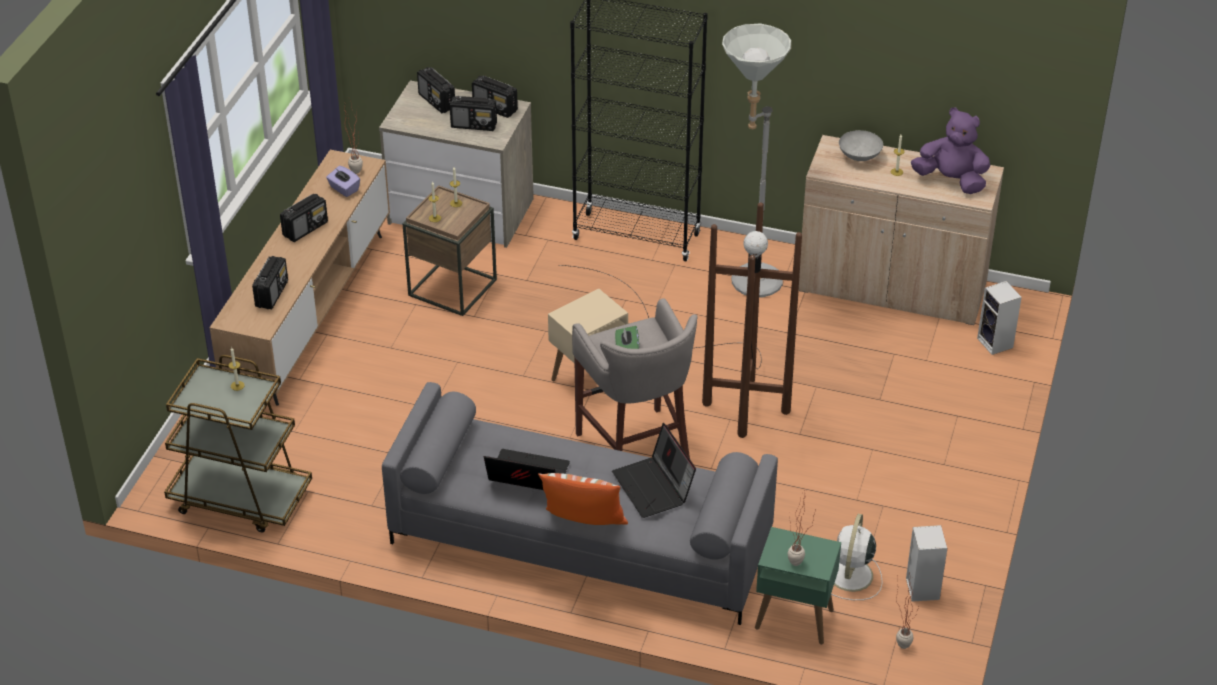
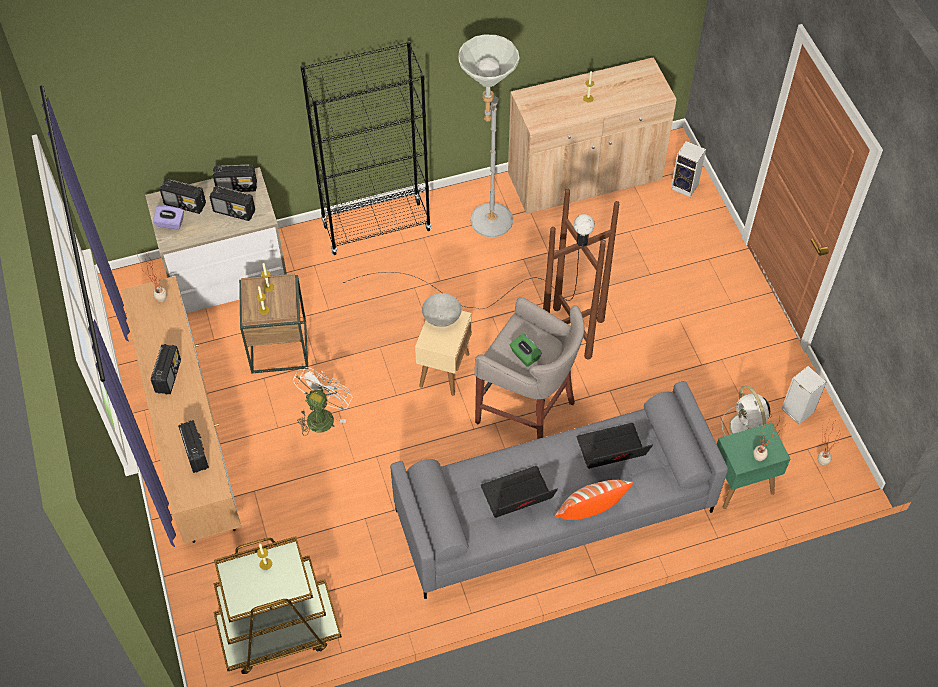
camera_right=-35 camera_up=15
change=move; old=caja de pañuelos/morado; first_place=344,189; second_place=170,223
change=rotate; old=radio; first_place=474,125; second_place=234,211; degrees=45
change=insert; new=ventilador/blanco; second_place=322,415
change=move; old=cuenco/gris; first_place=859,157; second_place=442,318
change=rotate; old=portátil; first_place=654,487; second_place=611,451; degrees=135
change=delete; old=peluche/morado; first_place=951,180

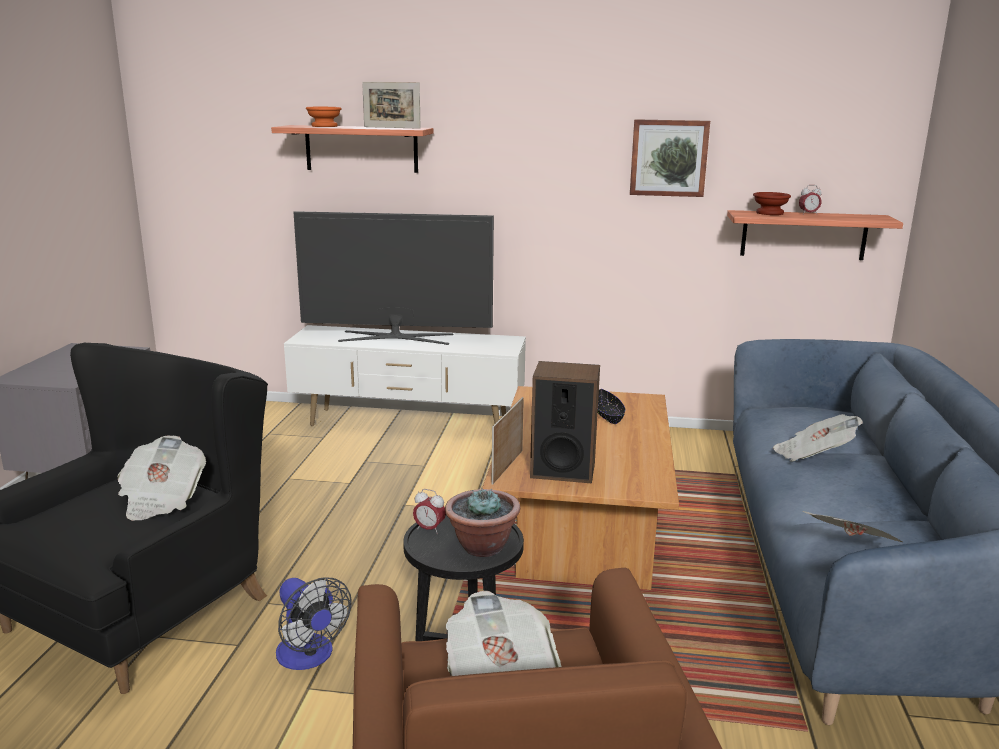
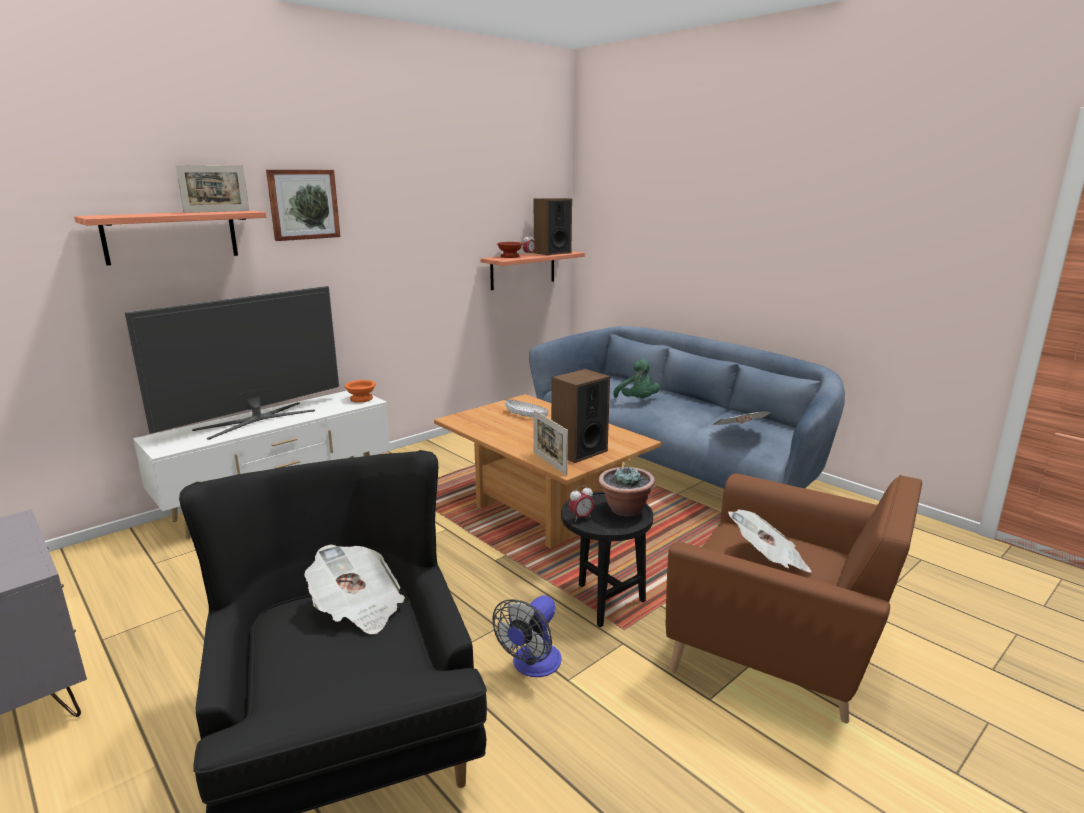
camera_right=-50 camera_up=0
change=move; old=cuadro; first_place=668,158; second_place=303,204
change=move; old=cuenco/naranja; first_place=324,126; second_place=360,399
change=rotate; old=ventilador; first_place=309,657; second_place=532,666; degrees=120
change=recolor; old=cuenco/negro; new=cuenco/blanco; first_place=608,415; second_place=526,415
change=insert; new=altavoz; second_place=552,253
change=replace; old=periódico; new=peluche/verde; first_place=813,456; second_place=637,401

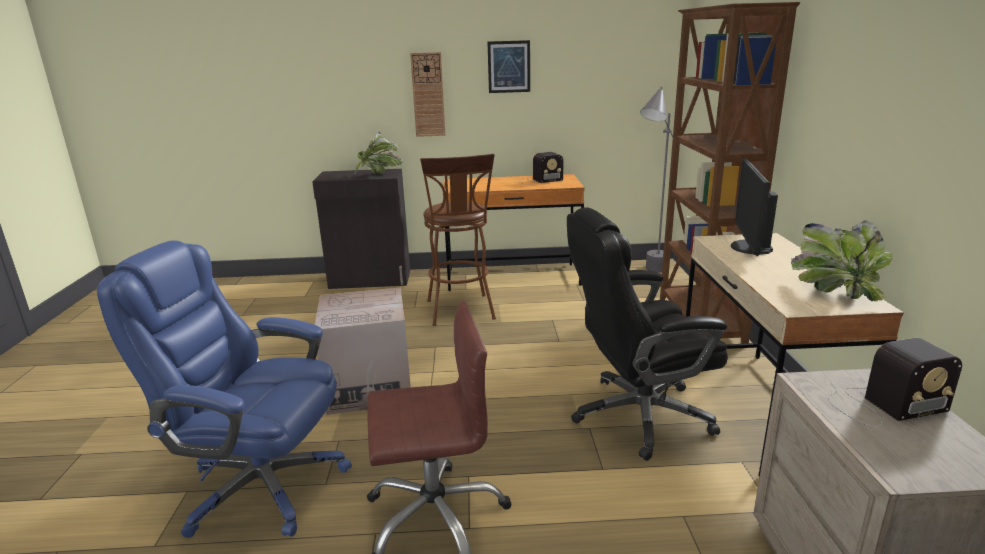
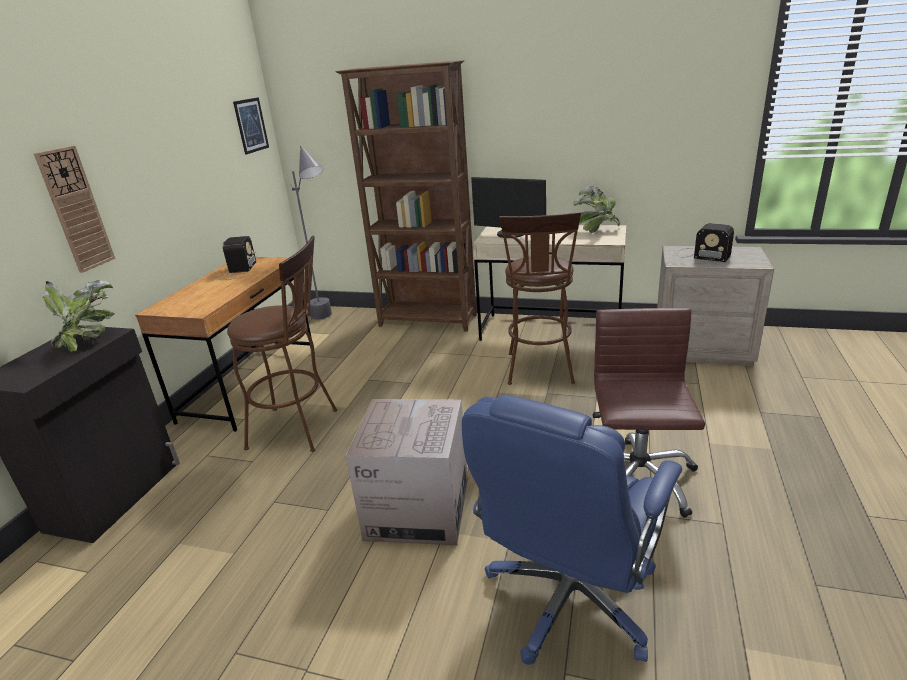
camera_right=-70 camera_up=5
change=move; old=cuadro; first_place=509,67; second_place=251,125
change=replace; old=silla de oficina/negro; new=taburete/marrón; first_place=638,416; second_place=540,371
change=rotate; old=radio; first_place=882,405; second_place=701,255; degrees=120

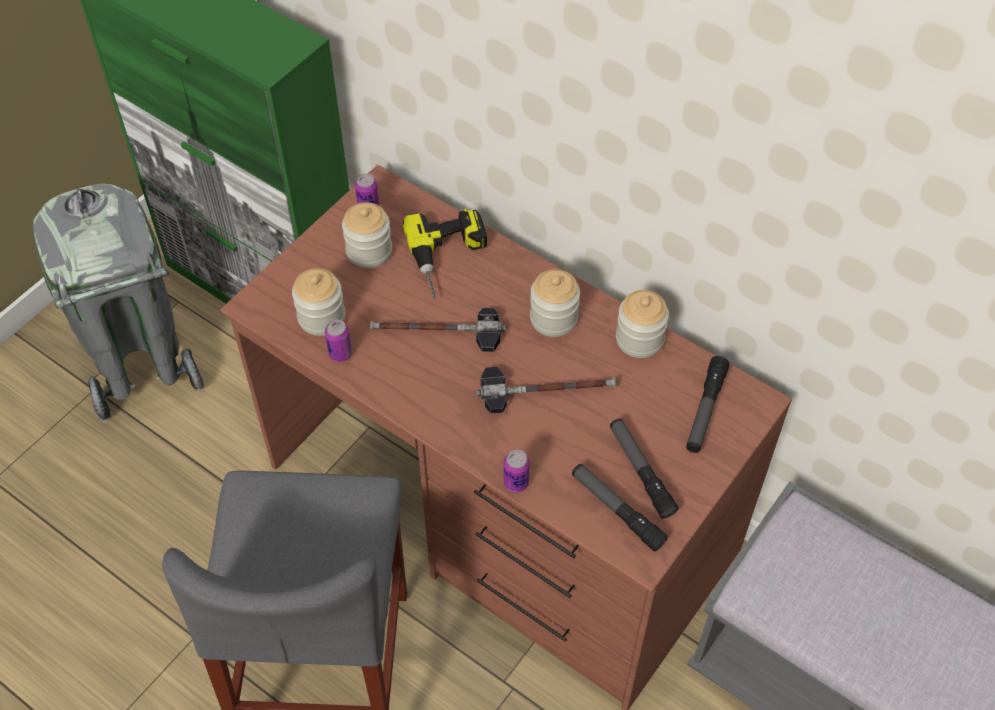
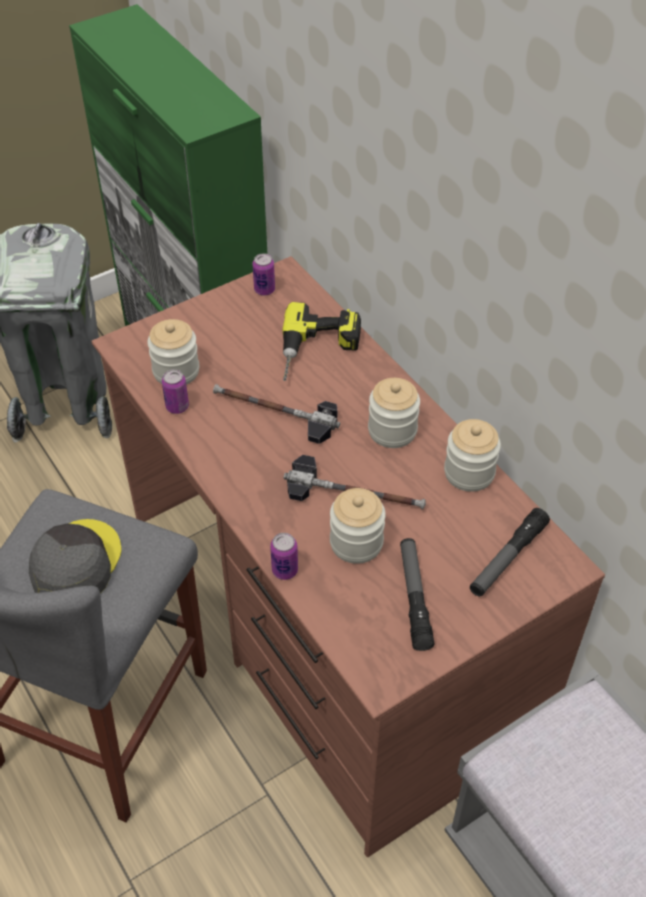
camera_right=20 camera_up=-5
change=insert; new=gorra/gris; second_place=76,564
change=move; old=tarro; first_place=369,251; second_place=356,542
change=delete; old=linterna; first_place=617,510

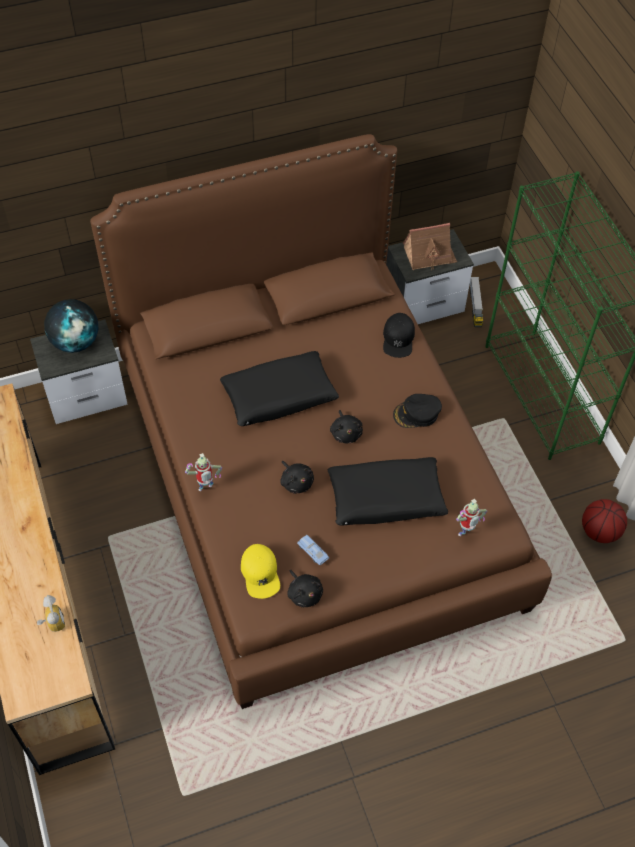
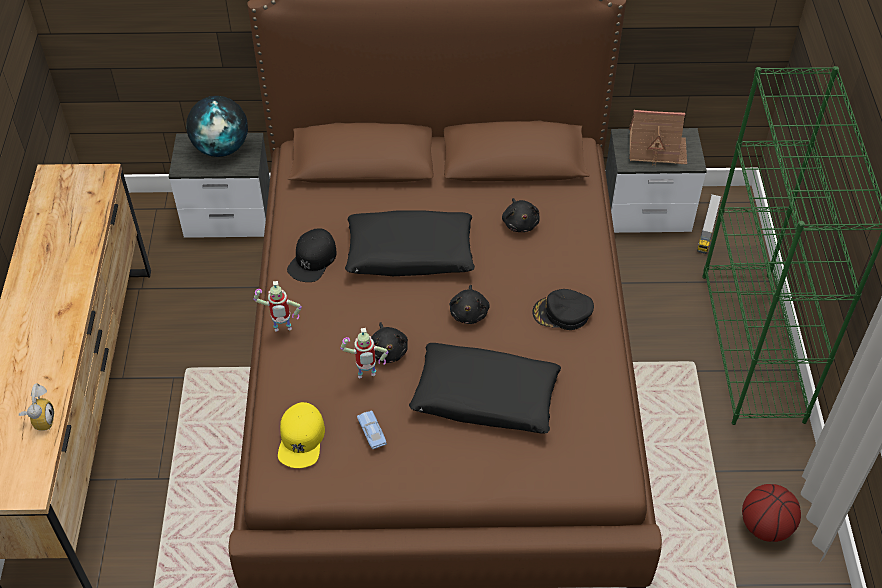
camera_right=20 camera_up=-5
change=move; old=gorra/negro; first_place=398,338; second_place=312,260
change=move; old=robot de juguete; first_place=465,534; second_place=366,377
change=move; old=peluche/negro; first_place=304,593; second_place=520,223

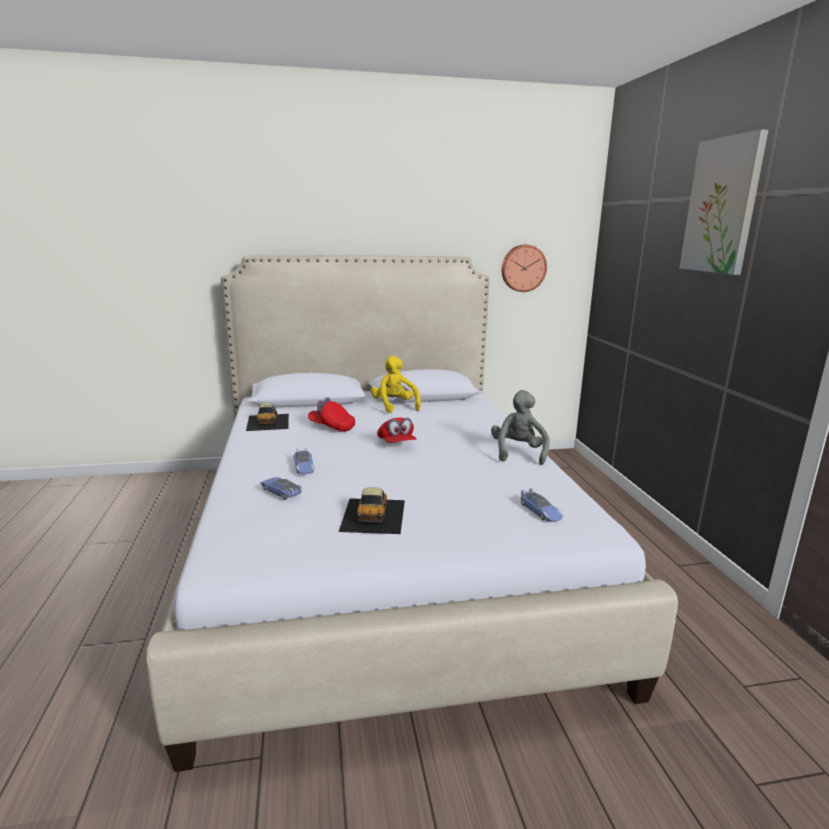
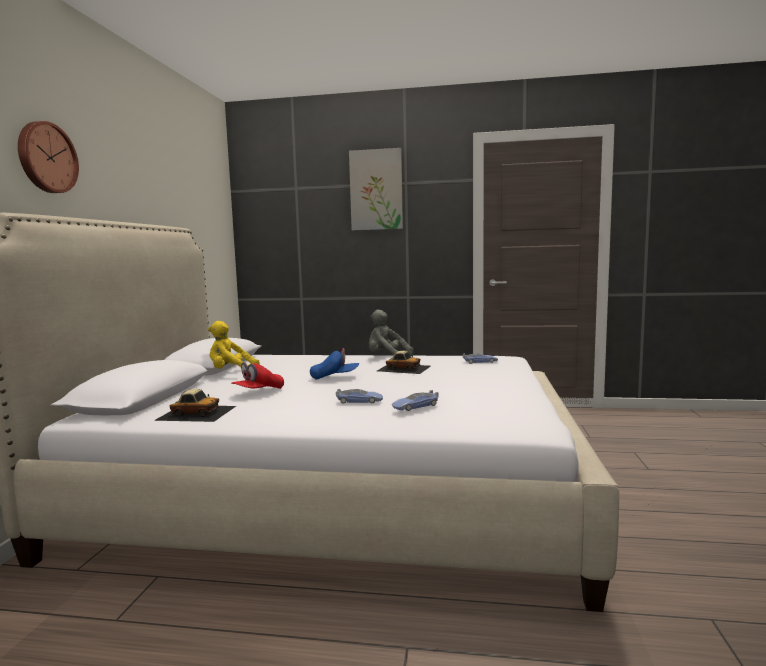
camera_right=-70 camera_up=-10
change=move; old=reloj de pared; first_place=523,268; second_place=46,158
change=recolor; old=gorra/rojo; new=gorra/azul; first_place=396,444; second_place=334,377
change=move; old=coche de juguete; first_place=374,515; second_place=403,368

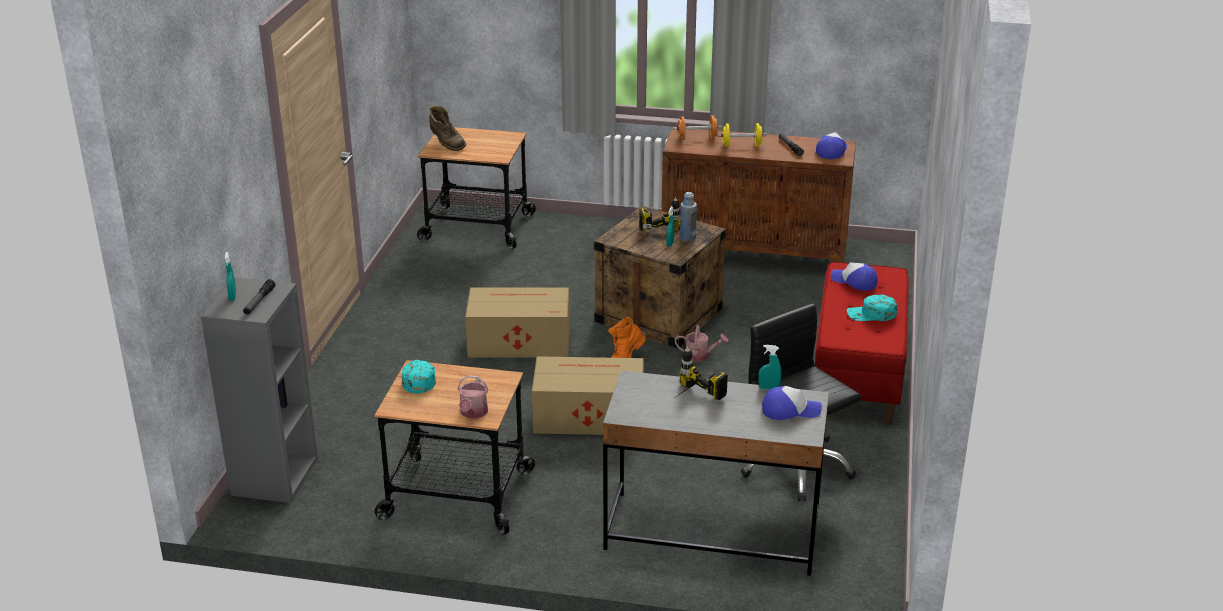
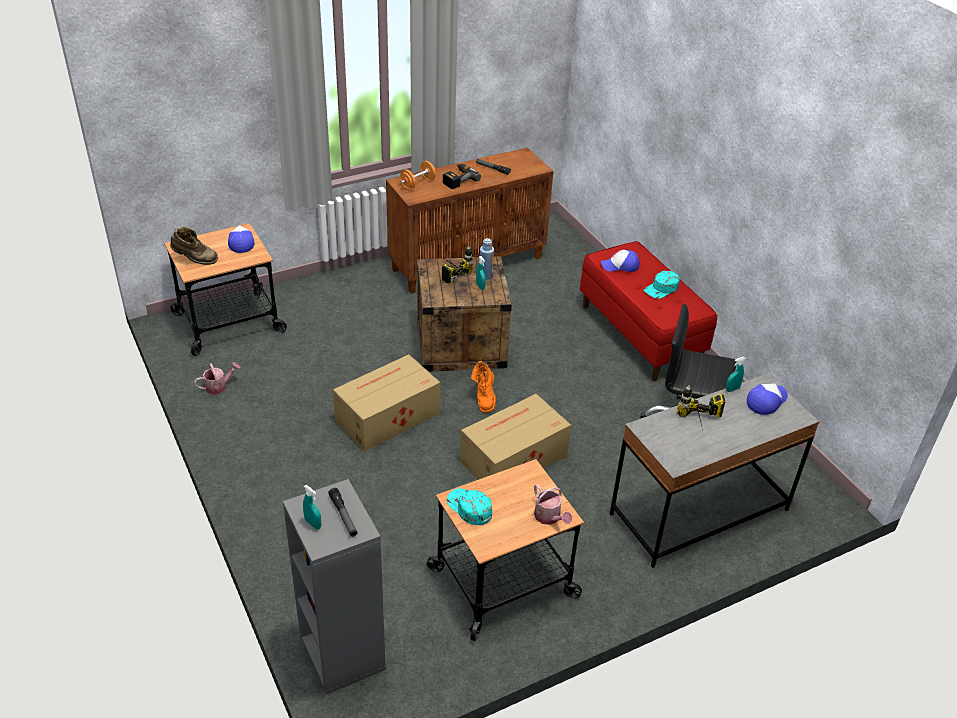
camera_right=-40 camera_up=10
change=move; old=regadera; first_place=700,356; second_place=219,387
change=move; old=gorra; first_place=832,151; second_place=241,242
change=replace; old=mancuerna/amarillo; new=taladro; first_place=741,145; second_place=458,179

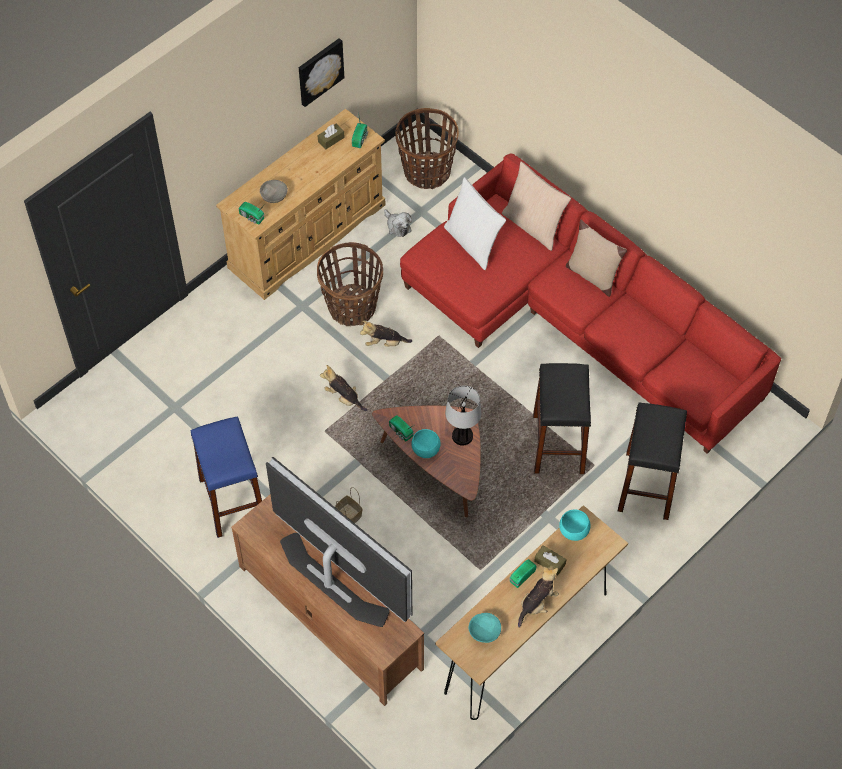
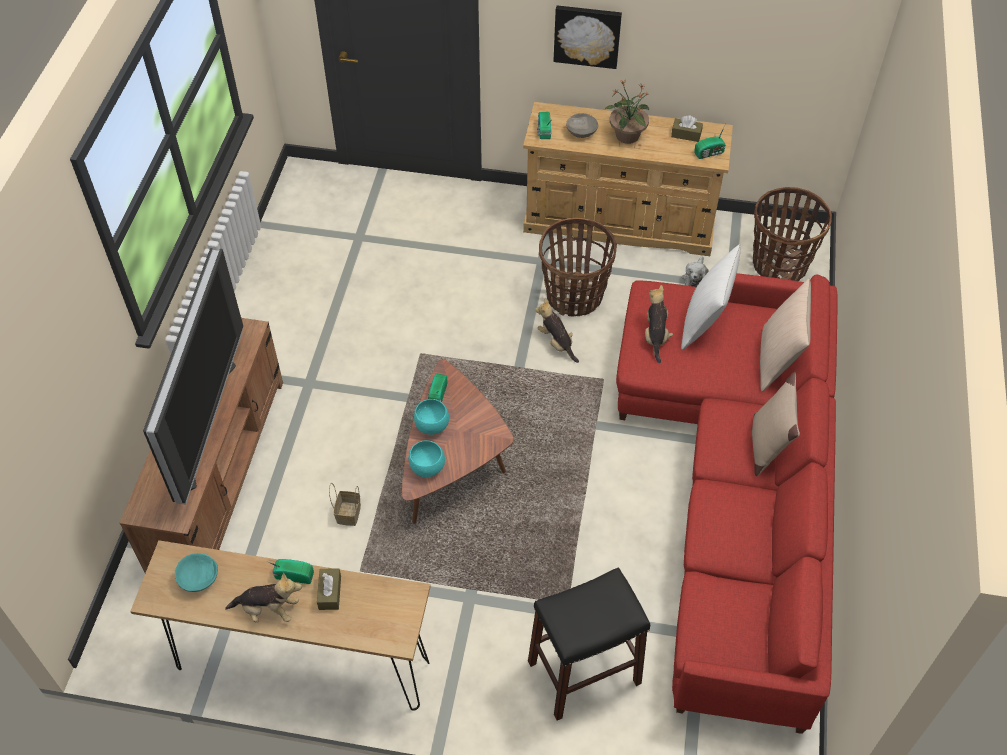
camera_right=55 camera_up=-5
change=move; old=cesta; first_place=348,514; second_place=348,513
change=move; old=cuenco/turquesa; first_place=574,532; second_place=427,468
change=move; old=cuadro; first_place=319,71; second_place=587,35
change=insert; new=planta en maceta; second_place=627,136
change=move; old=peluche; first_place=344,397; second_place=655,336
change=delete; old=taburete/azul; first_place=232,500
change=delete; old=lámpara de mesa; first_place=462,436
change=delete; old=taburete/negro; first_place=558,444

